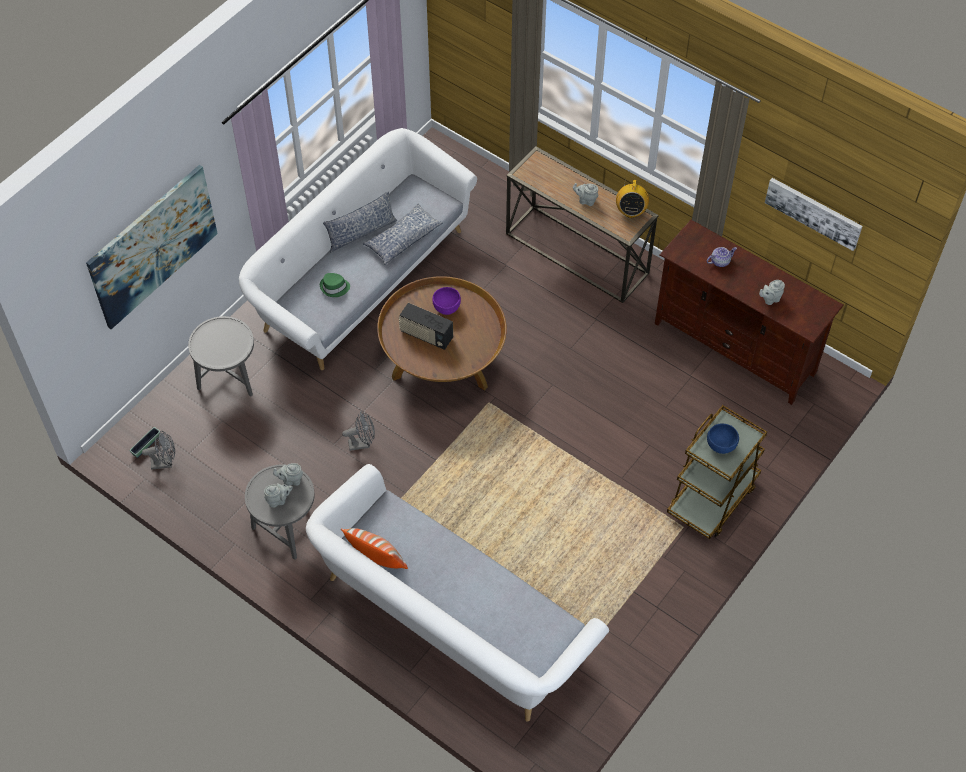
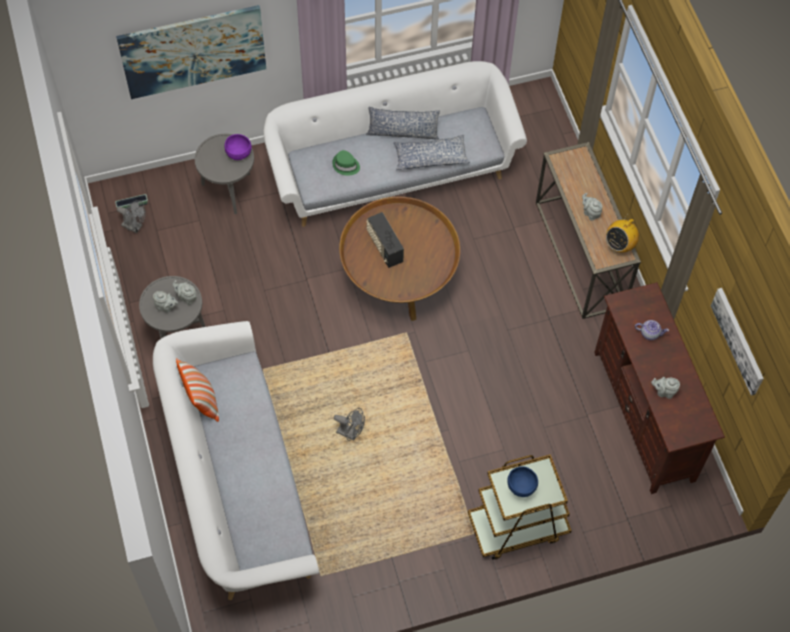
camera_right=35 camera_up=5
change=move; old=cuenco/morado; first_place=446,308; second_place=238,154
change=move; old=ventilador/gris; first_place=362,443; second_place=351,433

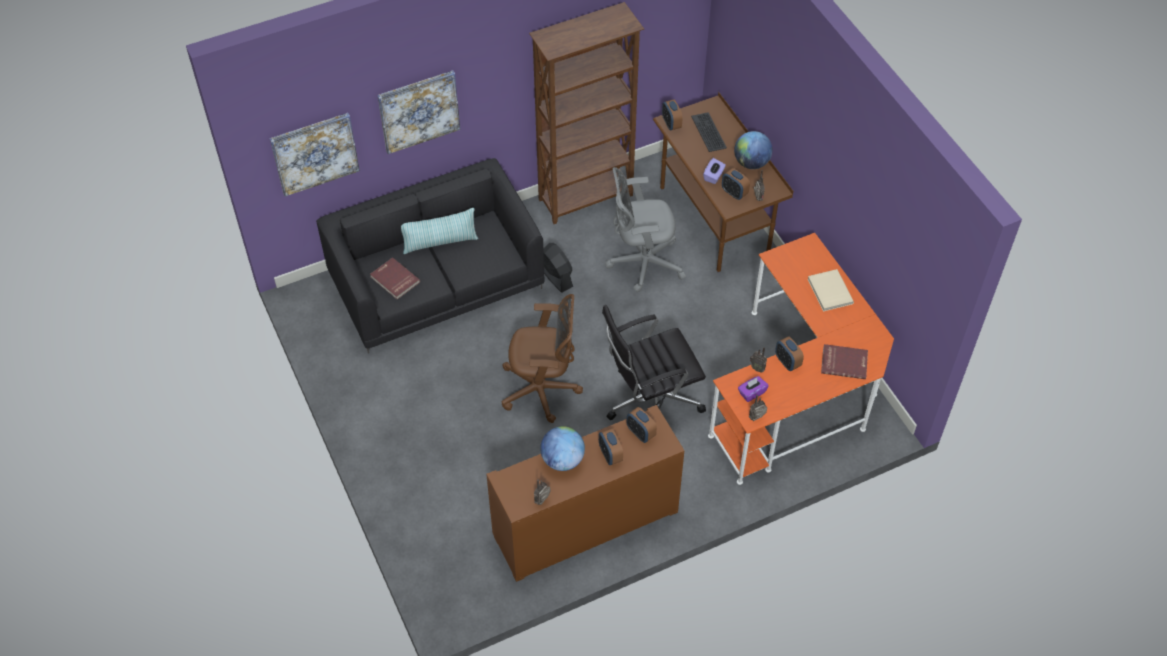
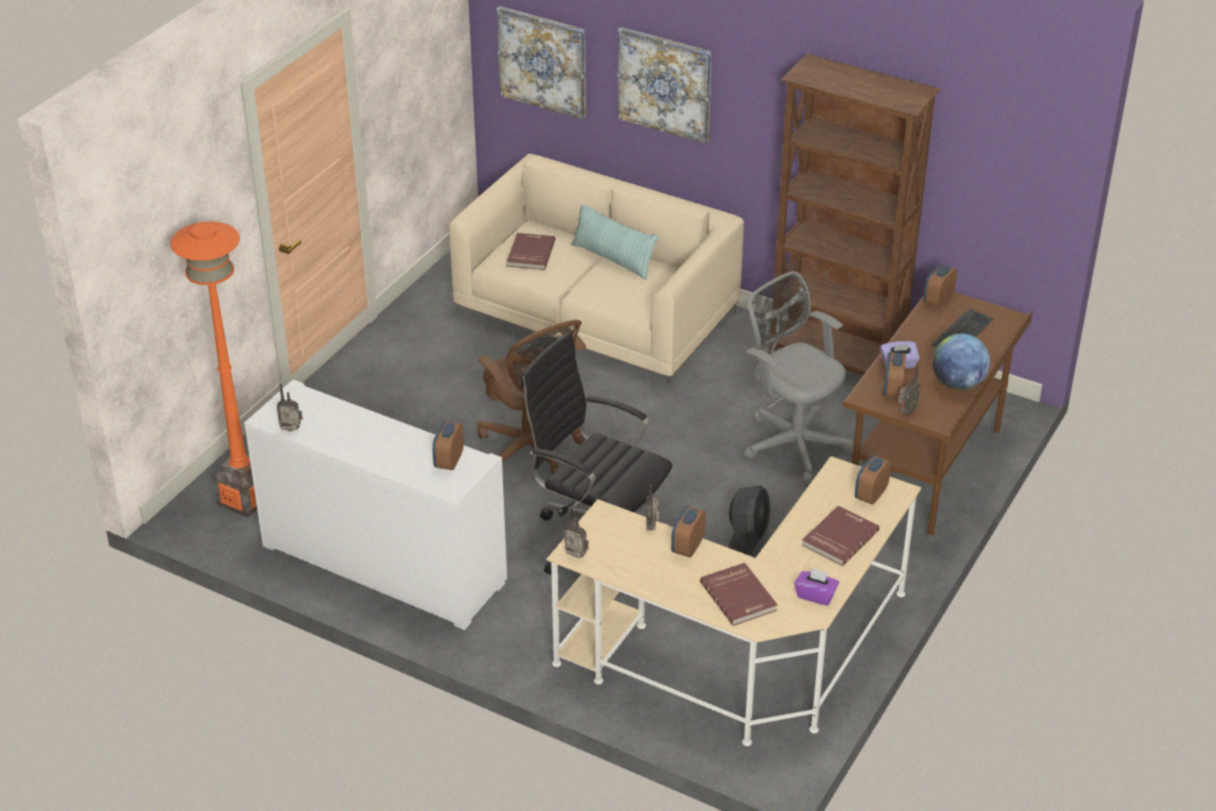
camera_right=55 camera_up=-15
change=insert; new=lámpara de pie/naranja; second_place=244,499
change=recolor; old=armario/marrón; new=armario/blanco; first_place=585,523; second_place=383,563
change=recolor; old=sofá/negro; new=sofá/beis; first_place=436,281; second_place=598,312
change=recolor; old=escritorio/naranja; new=escritorio/beis; first_place=799,391; second_place=745,657
change=move; old=ventilador/negro; first_place=555,276; second_place=747,539
change=move; old=caja de pañuelos/morado; first_place=751,393; second_place=815,595
change=recolor; old=libro/beis; new=libro/rojo; first_place=829,291; second_place=839,538
change=move; old=despertador; first_place=610,455; second_place=870,495
change=delete; old=globo terráqueo; first_place=562,460

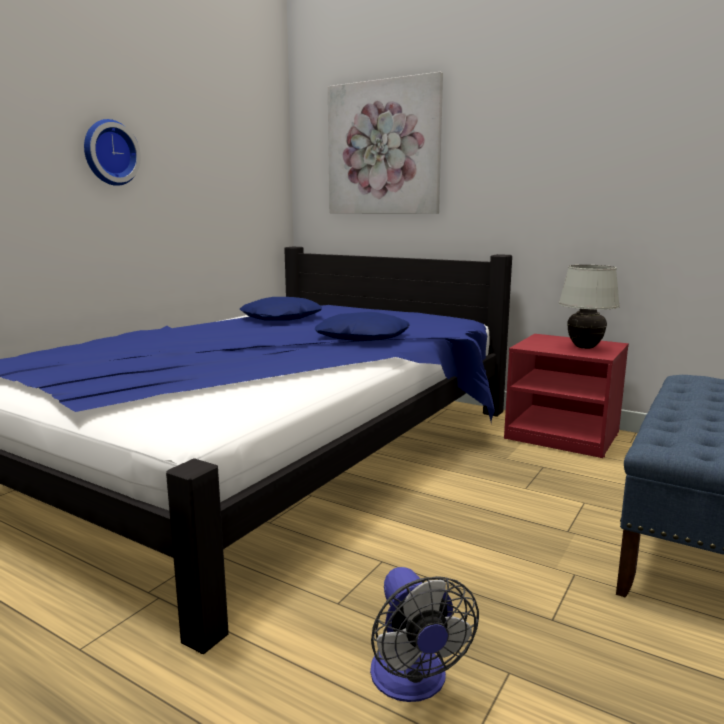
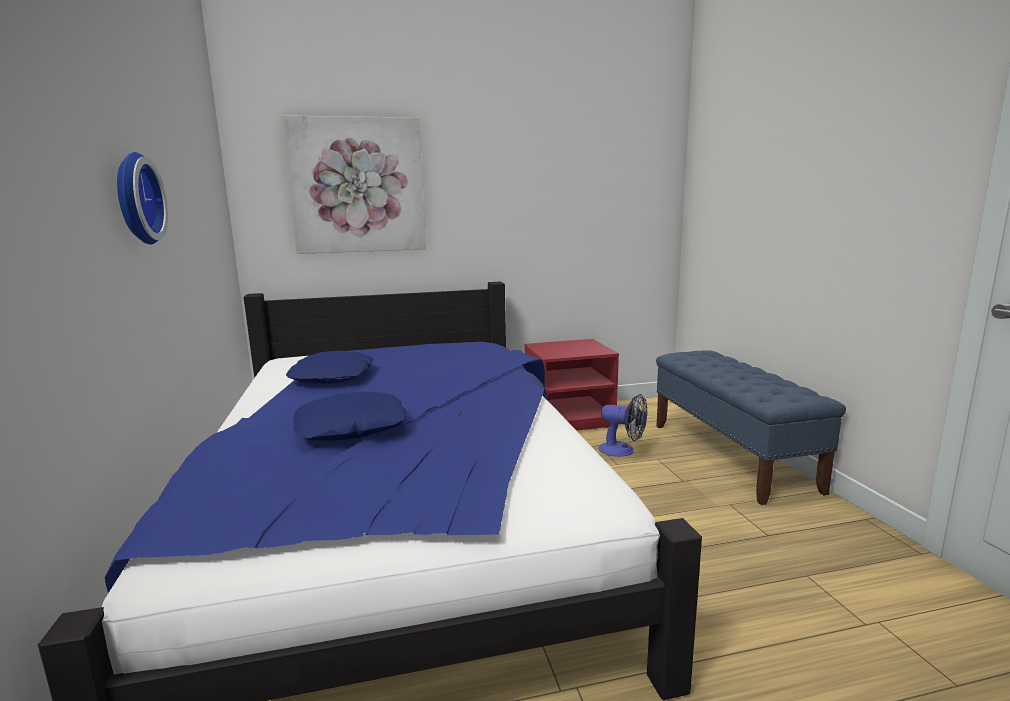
camera_right=-45 camera_up=0
change=move; old=cojín/azul; first_place=362,337; second_place=351,428
change=move; old=ventilador; first_place=413,683; second_place=623,450
change=delete; old=lámpara de mesa/blanco; first_place=585,348

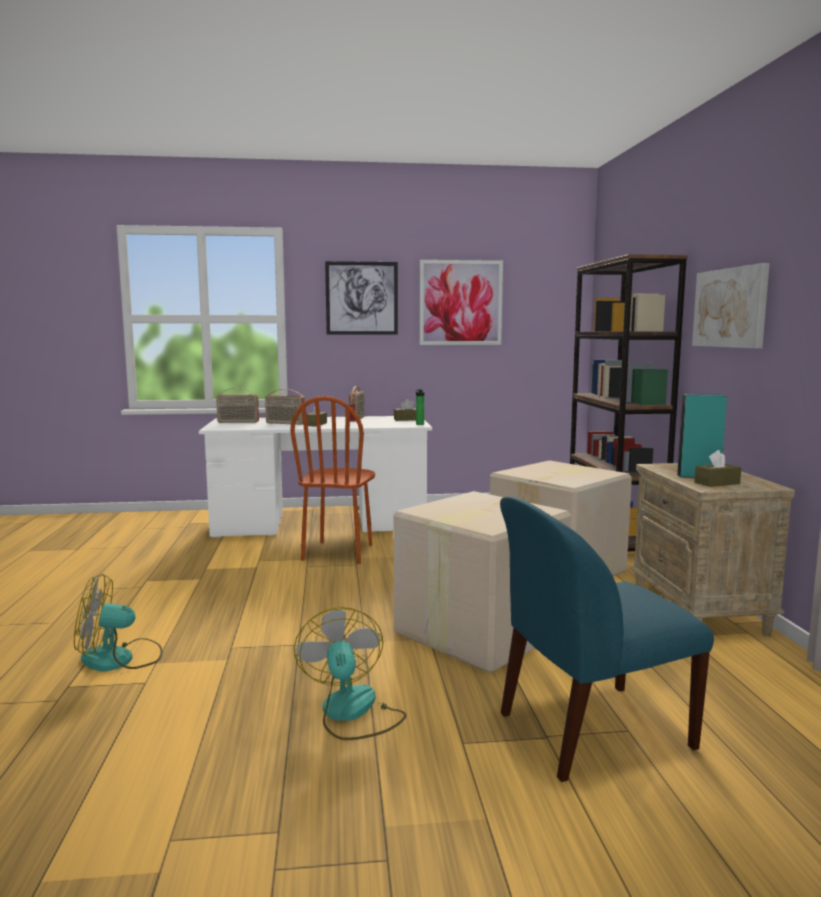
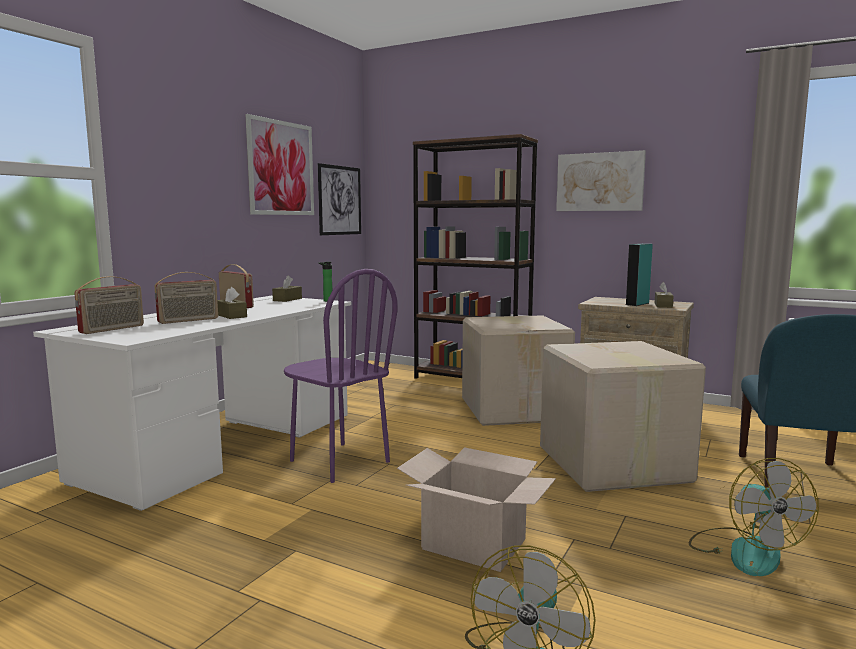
camera_right=-55 camera_up=0
change=recolor; old=silla/marrón; new=silla/morado; first_place=338,552; second_place=339,461
change=move; old=cuadro; first_place=361,298; second_place=340,200
change=insert; new=caja de cartón; second_place=473,545
change=rotate; old=ventilador; first_place=352,713; second_place=745,551; degrees=-120

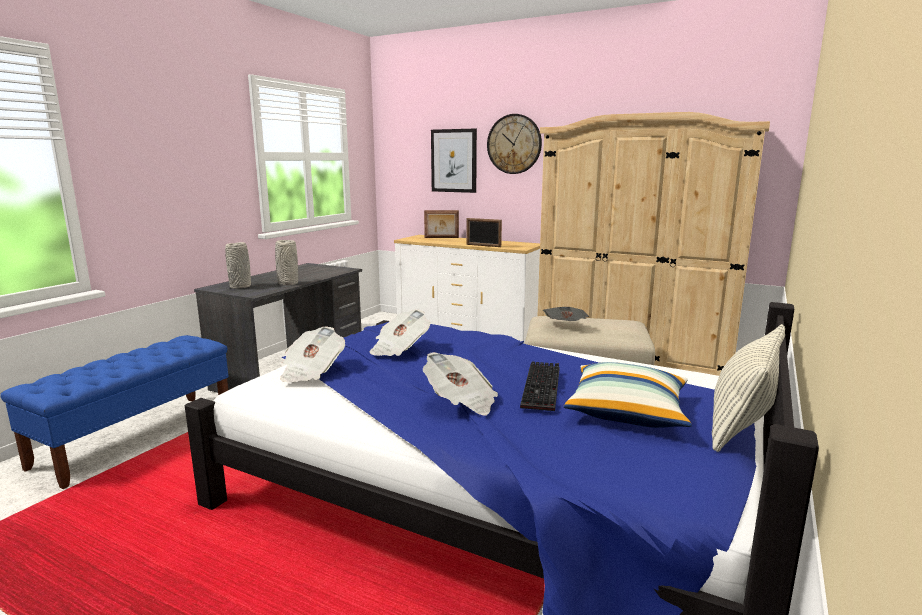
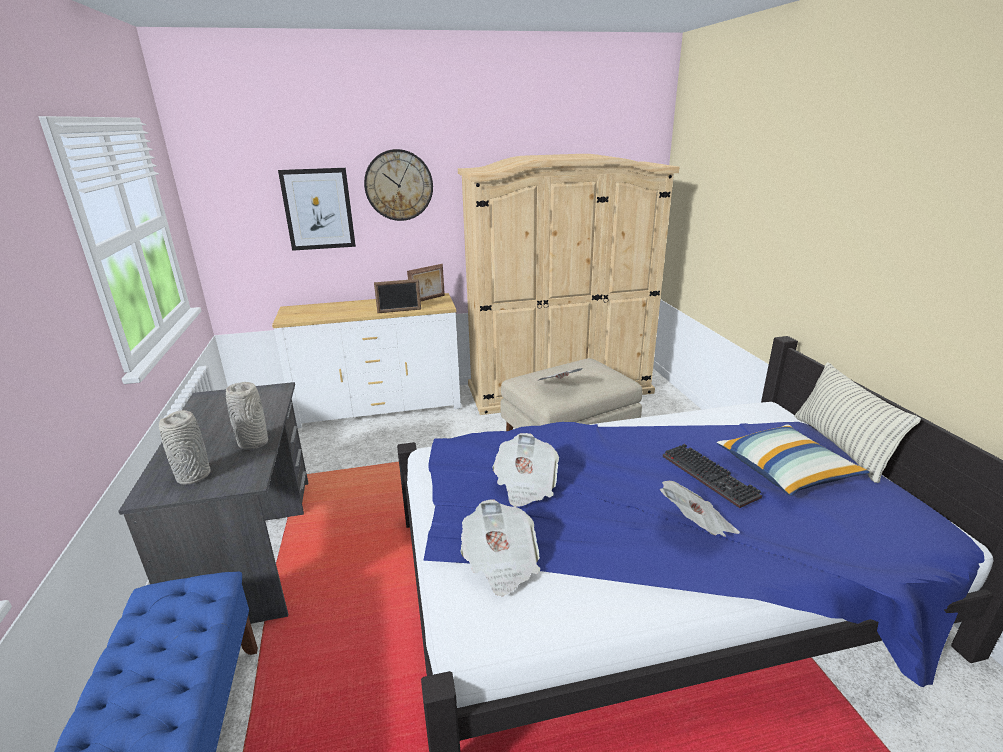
camera_right=-40 camera_up=10
change=move; old=portarretratos; first_place=441,238; second_place=428,299

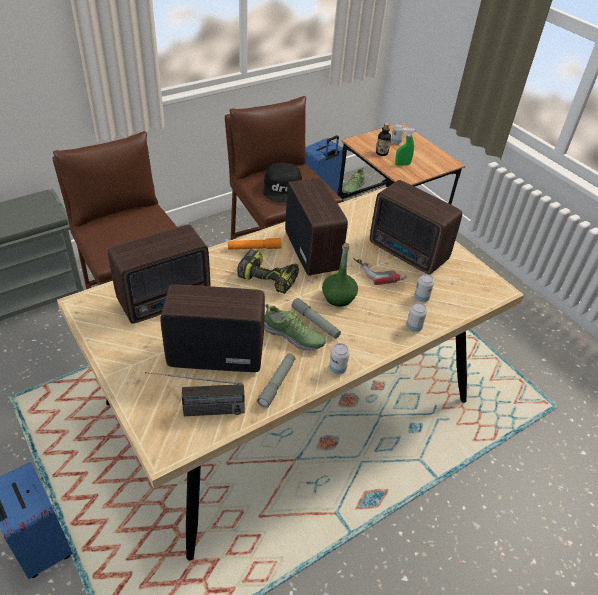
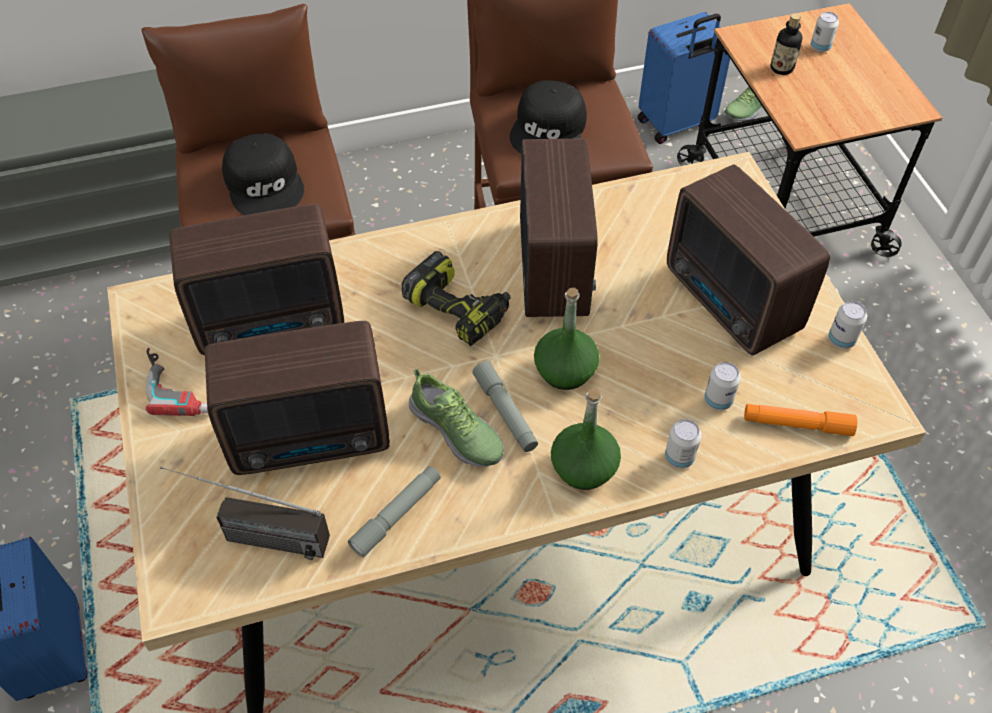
camera_right=20 camera_up=10
change=move; old=taladro; first_place=379,271; second_place=182,385
change=rotate; old=radio; first_place=214,354; second_place=314,438; degrees=150
change=insert; new=gorra/negro; second_place=265,183
change=insert; new=botella/verde; second_place=584,468
change=move; old=linterna/naranja; first_place=254,248; second_place=797,424
change=move; old=lata; first_place=337,369; second_place=841,340
change=delete; old=pulverizador/verde; first_place=402,164

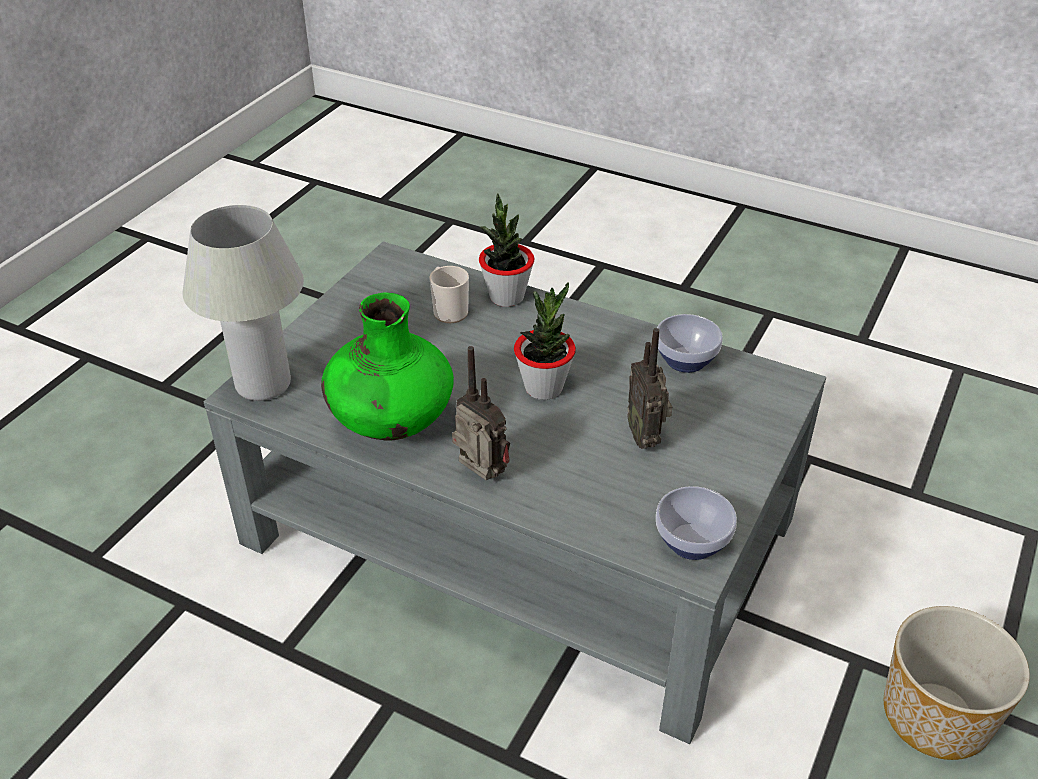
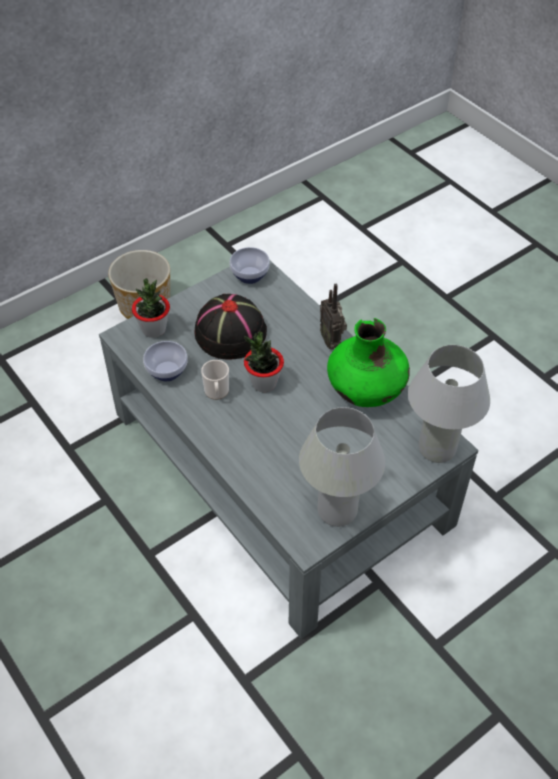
camera_right=-155 camera_up=10
change=move; old=planta en maceta; first_place=506,297; second_place=154,329
change=replace; old=radio; new=sombrero/negro; first_place=646,437; second_place=229,332
change=move; old=taza grande; first_place=448,311; second_place=217,392
change=insert; new=lámpara de mesa/blanco; second_place=337,510

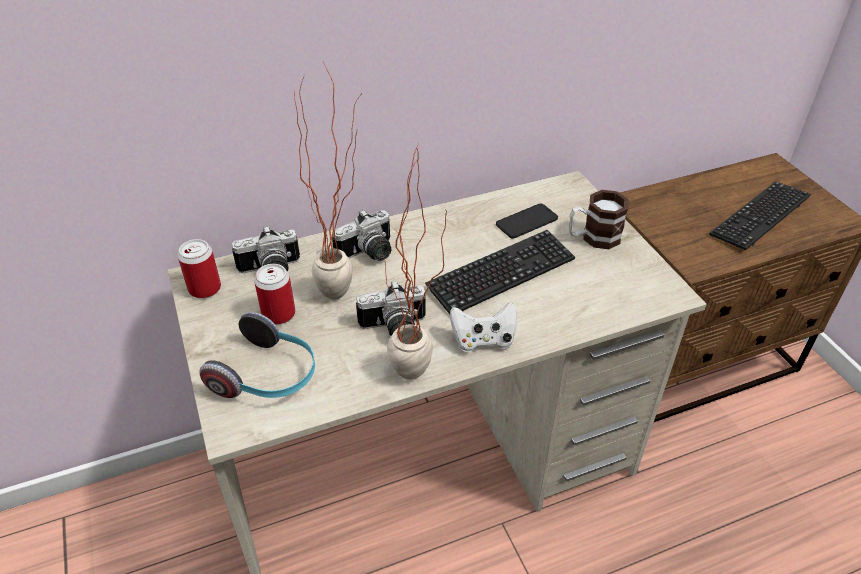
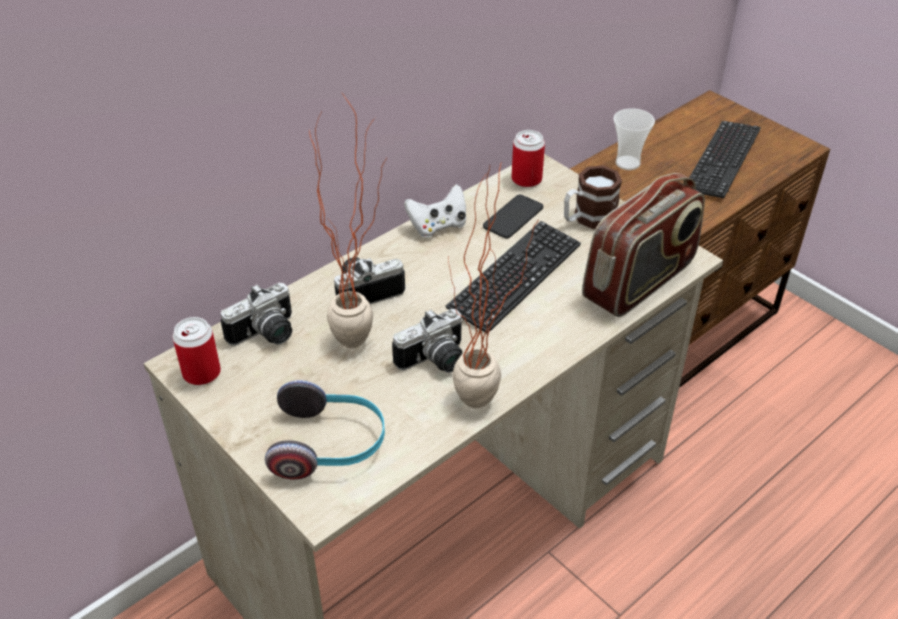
camera_right=-20 camera_up=0
change=rotate; old=cámara; first_place=369,254; second_place=365,290; degrees=-150
change=move; old=mando de consola/blanco; first_place=483,340; second_place=438,226
change=move; old=lata; first_place=278,314; second_place=526,179
change=insert; new=radio; second_place=640,281
change=insert; new=taza; second_place=627,163

